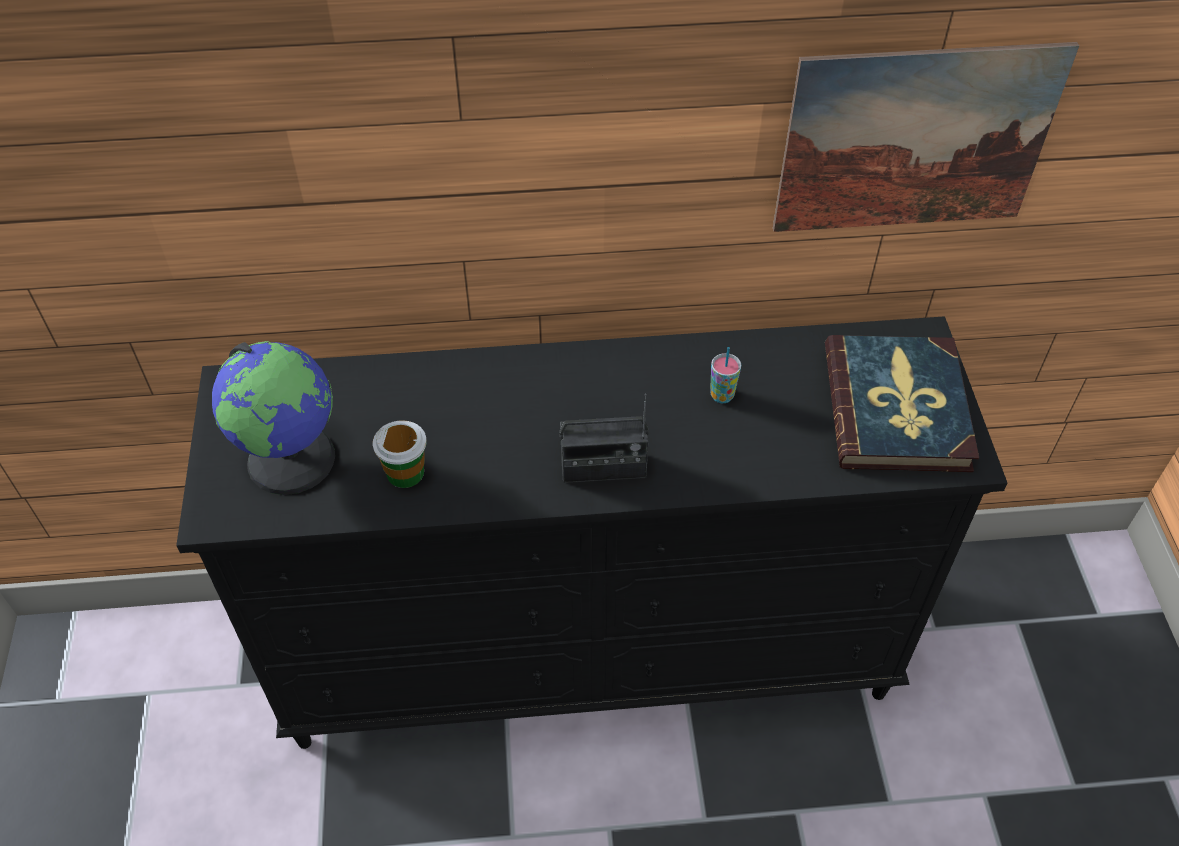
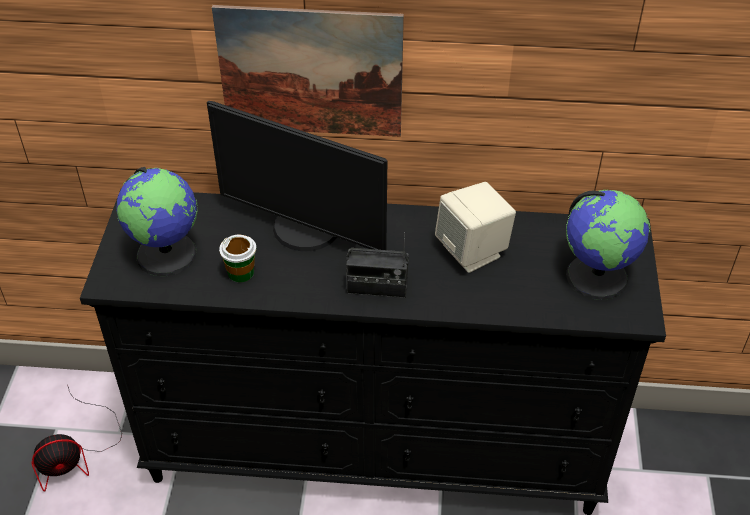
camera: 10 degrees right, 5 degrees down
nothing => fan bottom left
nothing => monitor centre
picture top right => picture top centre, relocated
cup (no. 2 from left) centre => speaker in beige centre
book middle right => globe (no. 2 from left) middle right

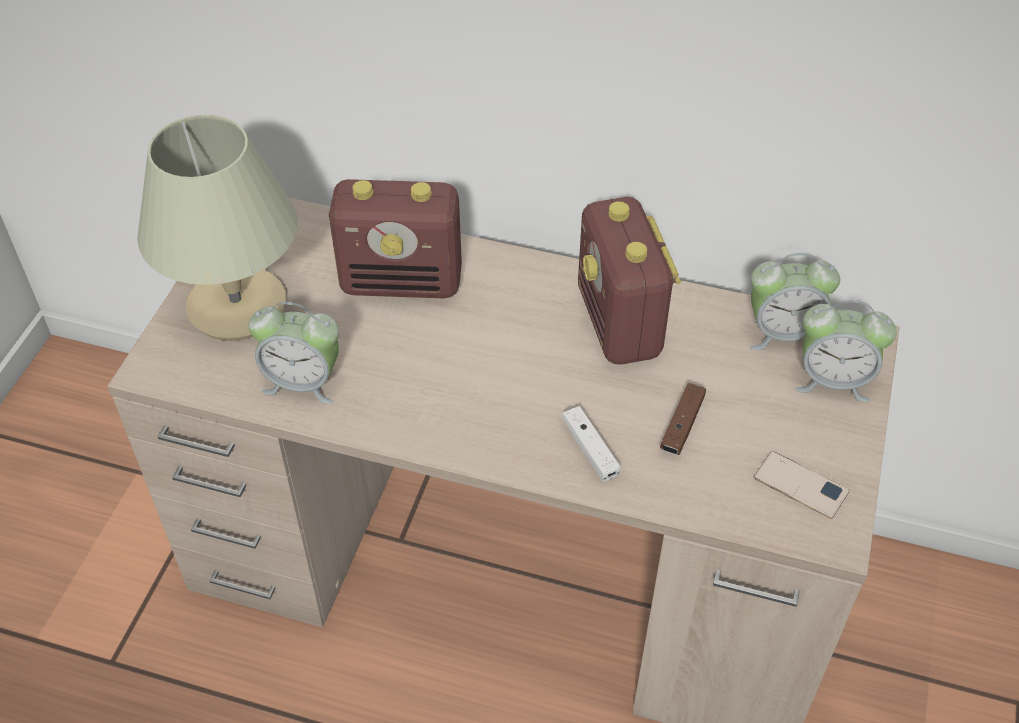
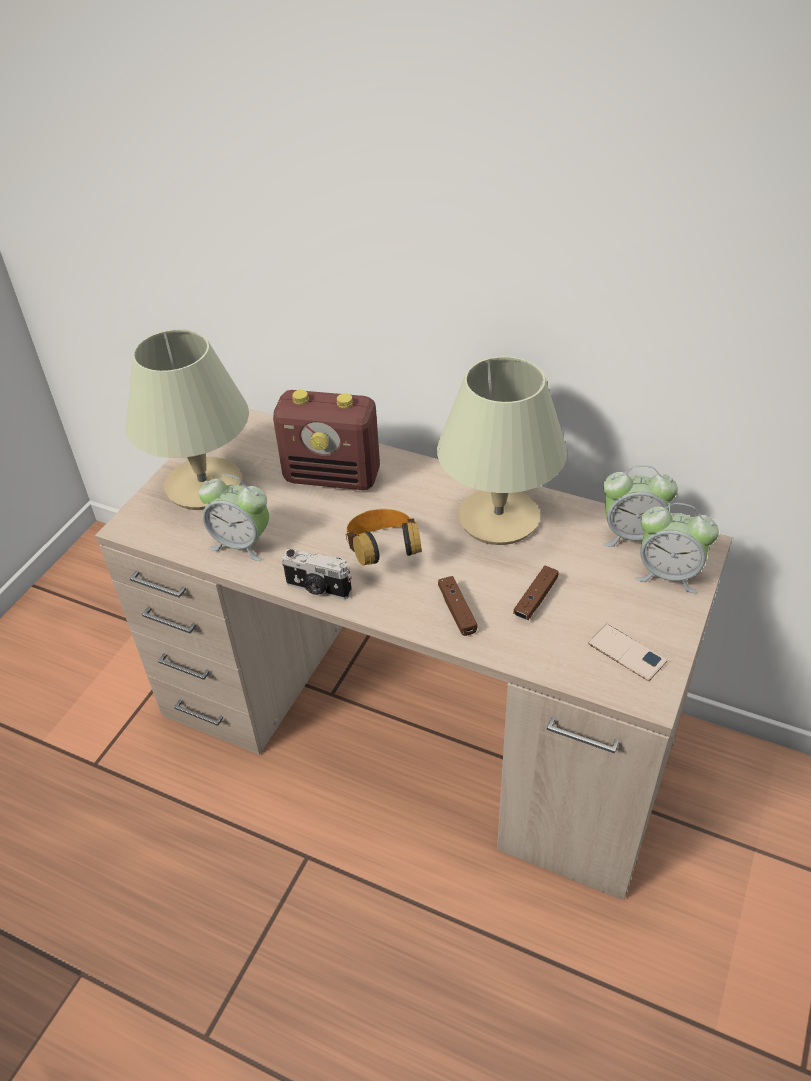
camera: 10 degrees right, 5 degrees down
nothing => photo camera centre
nothing => headphones centre
radio (no. 2 from left) centre => table lamp in beige (no. 2 from left) centre
game controller in white centre => game controller in brown (no. 1 from left) centre

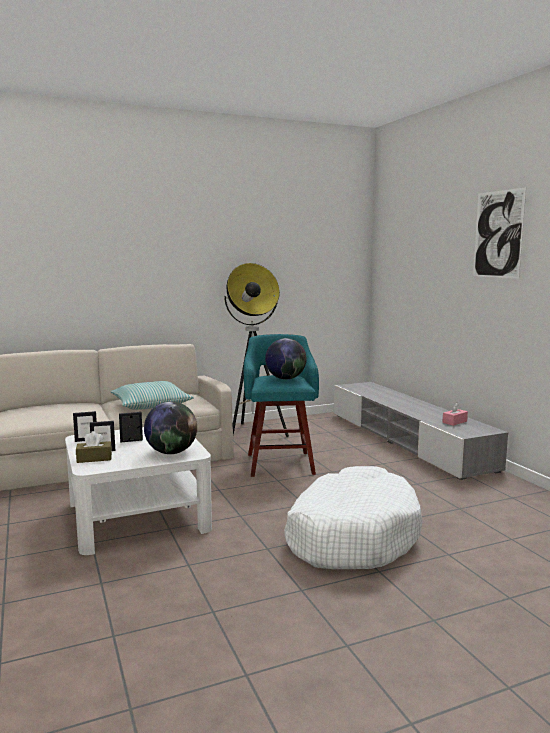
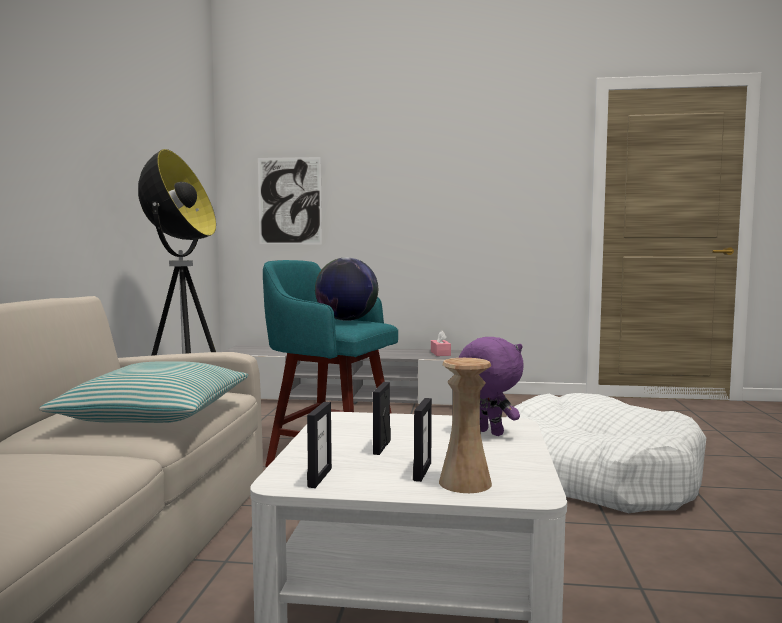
camera: 60 degrees left, 5 degrees down
picture top right => picture top centre, relocated
tissue box in brown middle left => vase in beige bottom centre
globe (no. 1 from left) middle left => plush toy in purple centre

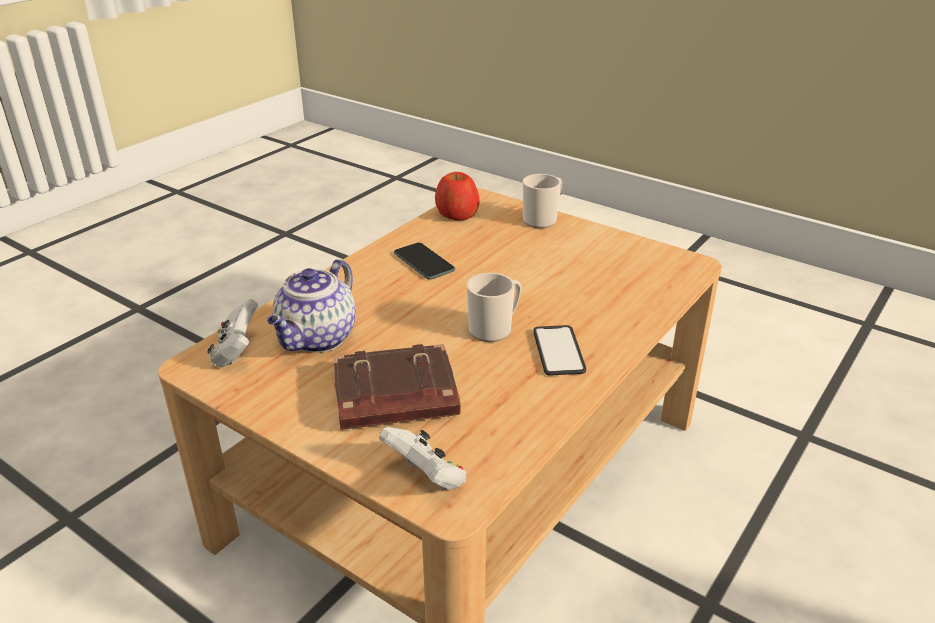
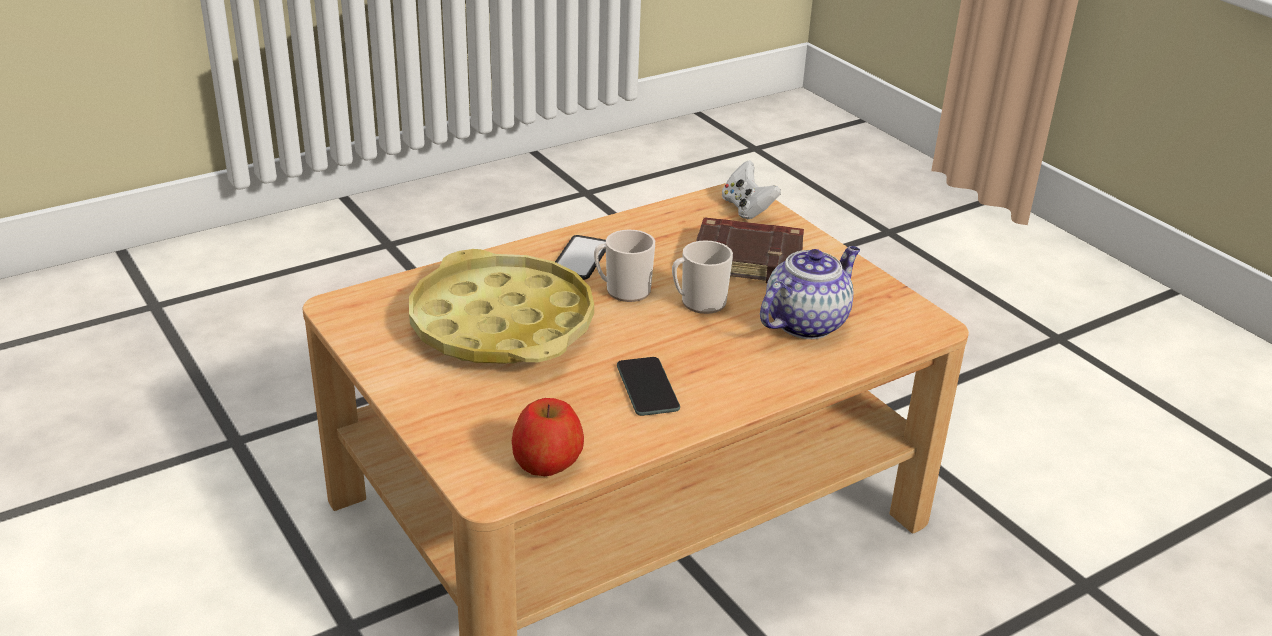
camera: 160 degrees left, 0 degrees up
game controller in white (no. 1 from left) middle left => nothing
nothing => tray in yellow centre
mug (no. 2 from left) top centre => mug (no. 2 from left) centre, relocated

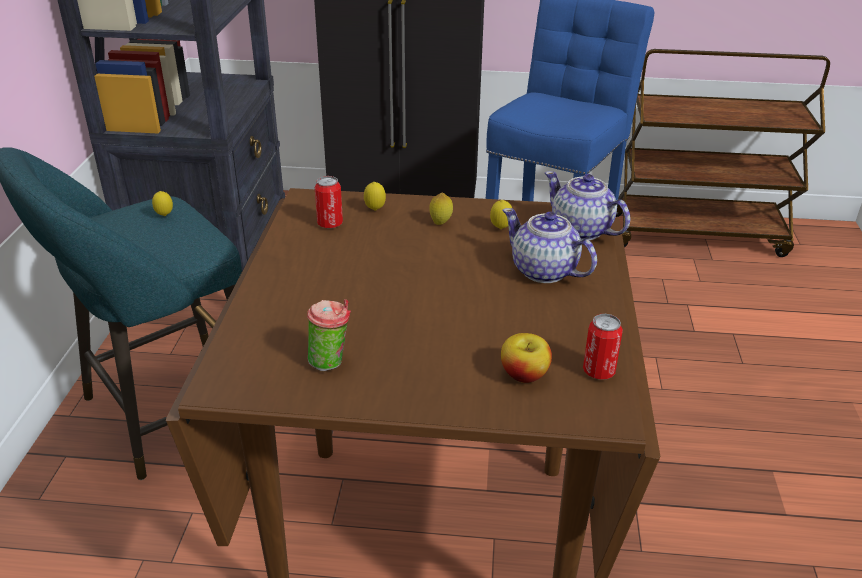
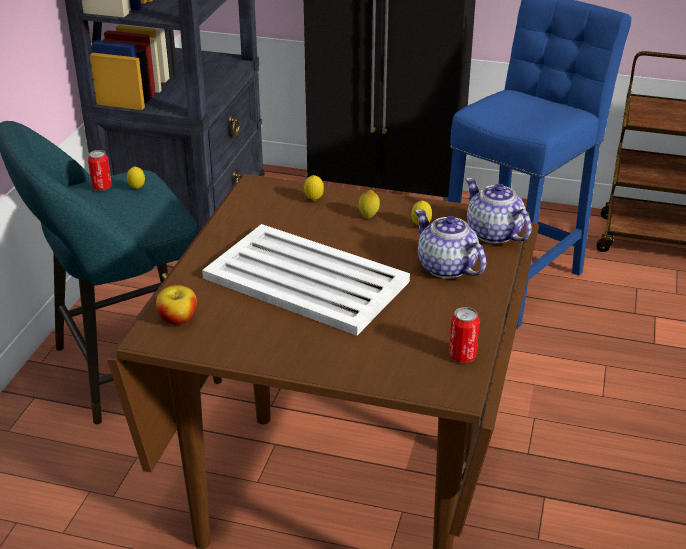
camera: 10 degrees right, 0 degrees up
cup centre => nothing
nothing => tray in white centre
can (no. 1 from left) centre => can (no. 1 from left) top left, relocated
apple centre => apple middle left, relocated

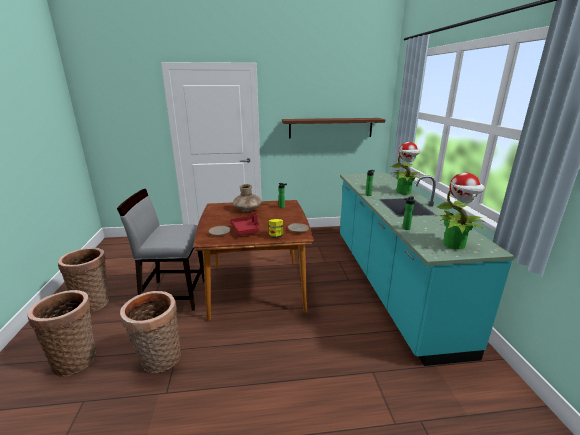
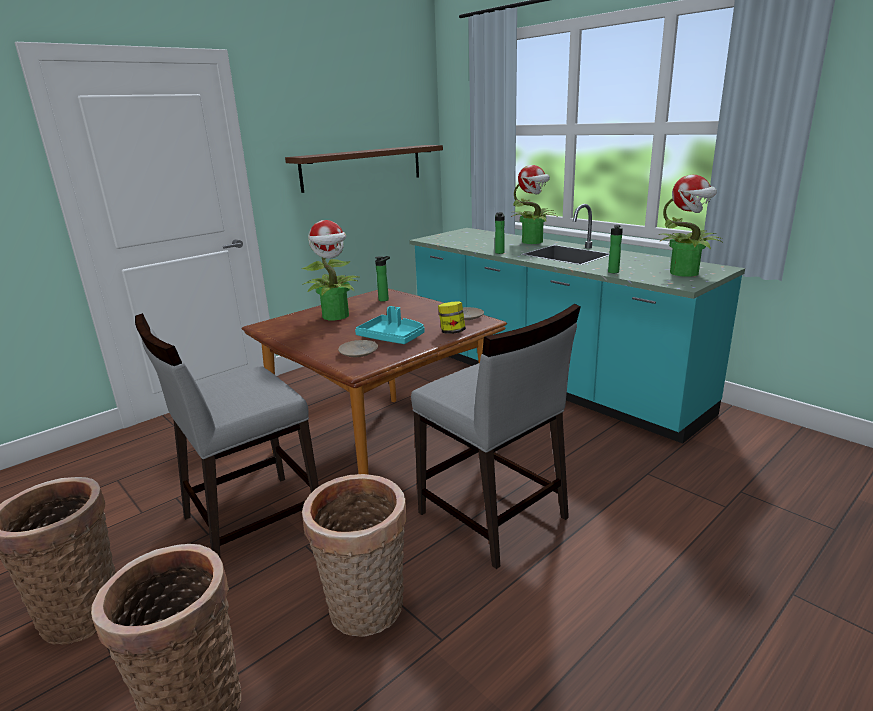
camera: 35 degrees left, 0 degrees up
nothing => chair in grey (no. 2 from left) centre
vase in brown centre => potted plant (no. 1 from left) centre
tray in red centre => tray in turquoise centre

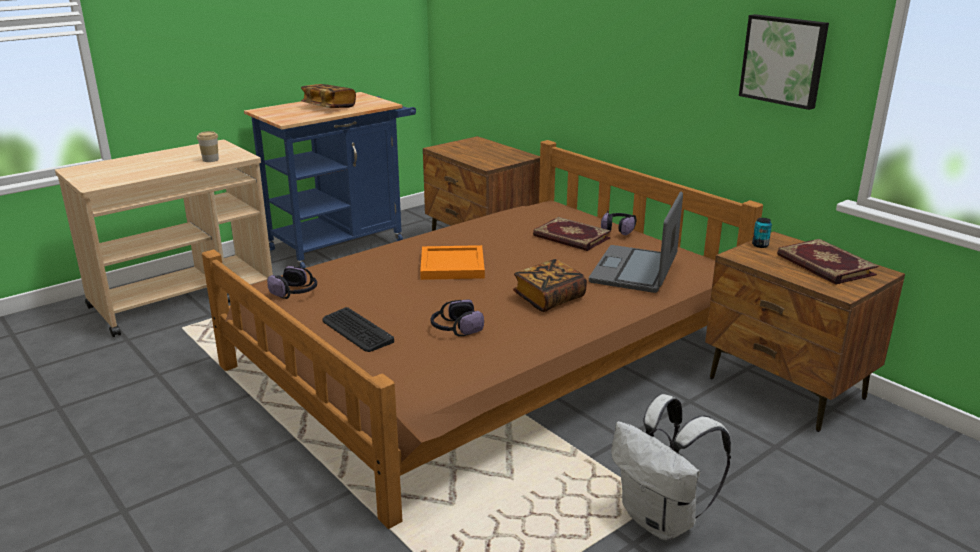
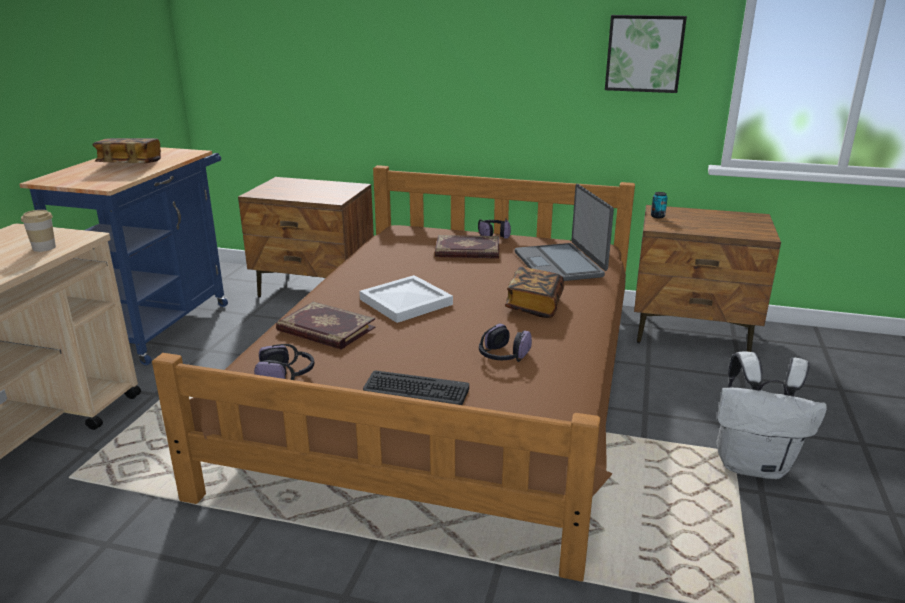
camera: 35 degrees left, 0 degrees up
book (no. 4 from left in the first image) middle right => book (no. 2 from left) centre, relocated
tray in orange centre => tray in white centre

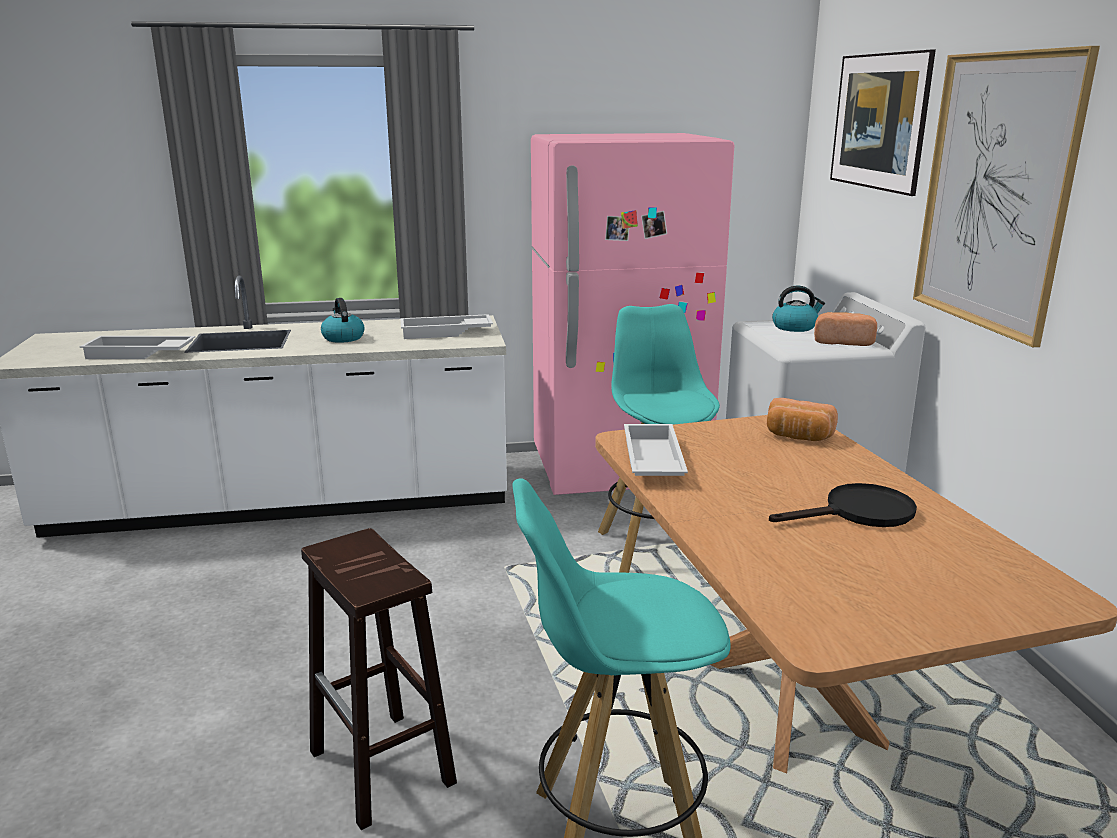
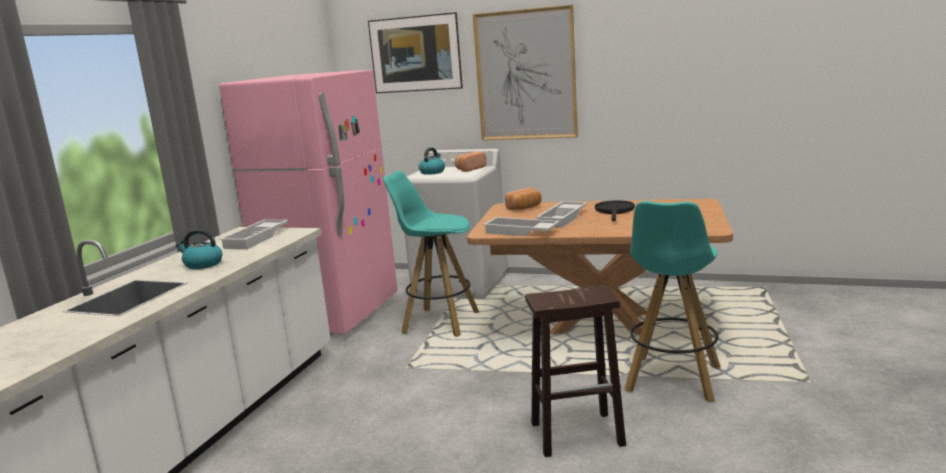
camera: 60 degrees left, 5 degrees down
tray in white (no. 1 from left in the first image) middle left => tray in white (no. 3 from left) centre, relocated

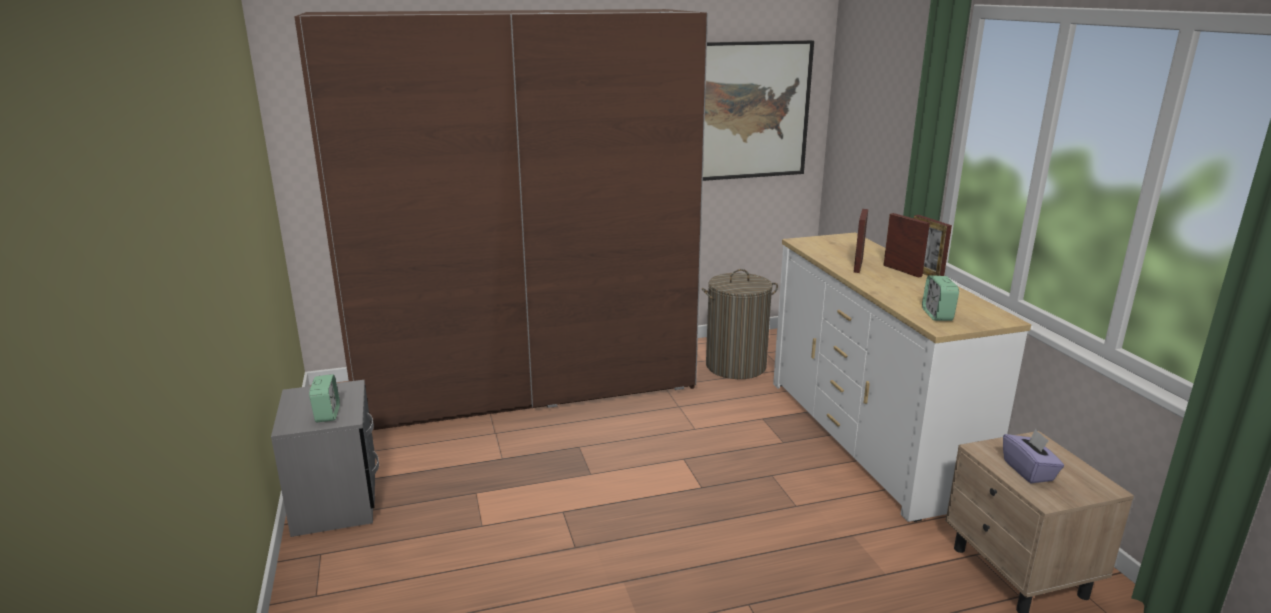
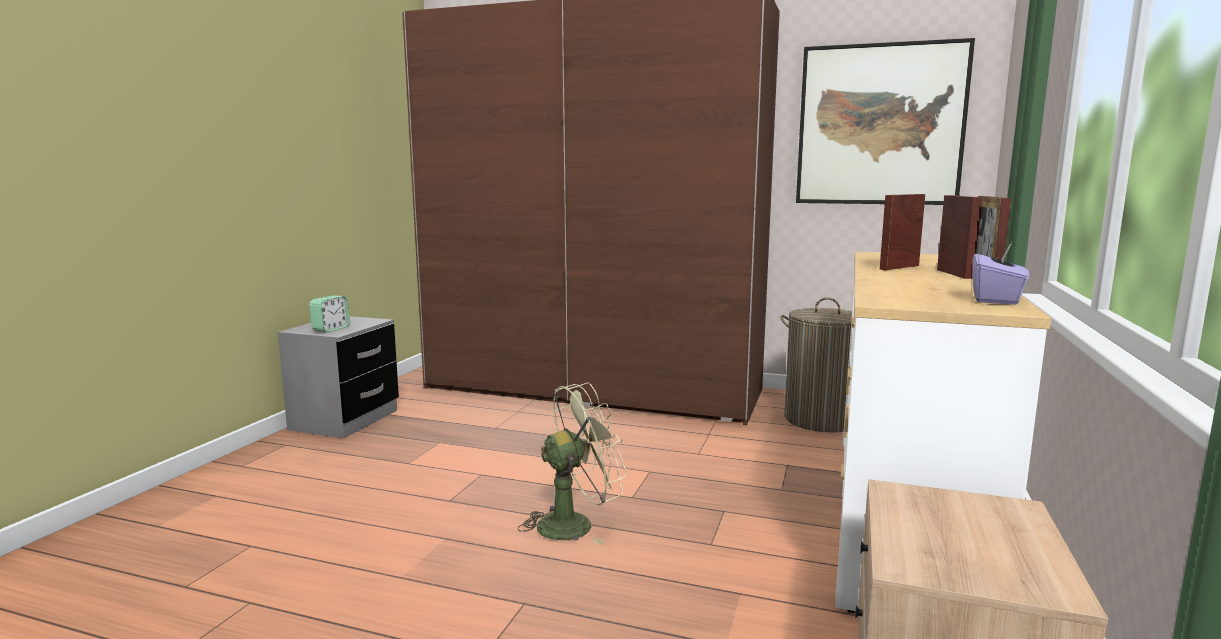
camera: 35 degrees right, 10 degrees down
alarm clock (no. 2 from left) middle right => nothing
nothing => fan in green bottom centre
tissue box in purple bottom right => tissue box in purple middle right, relocated

